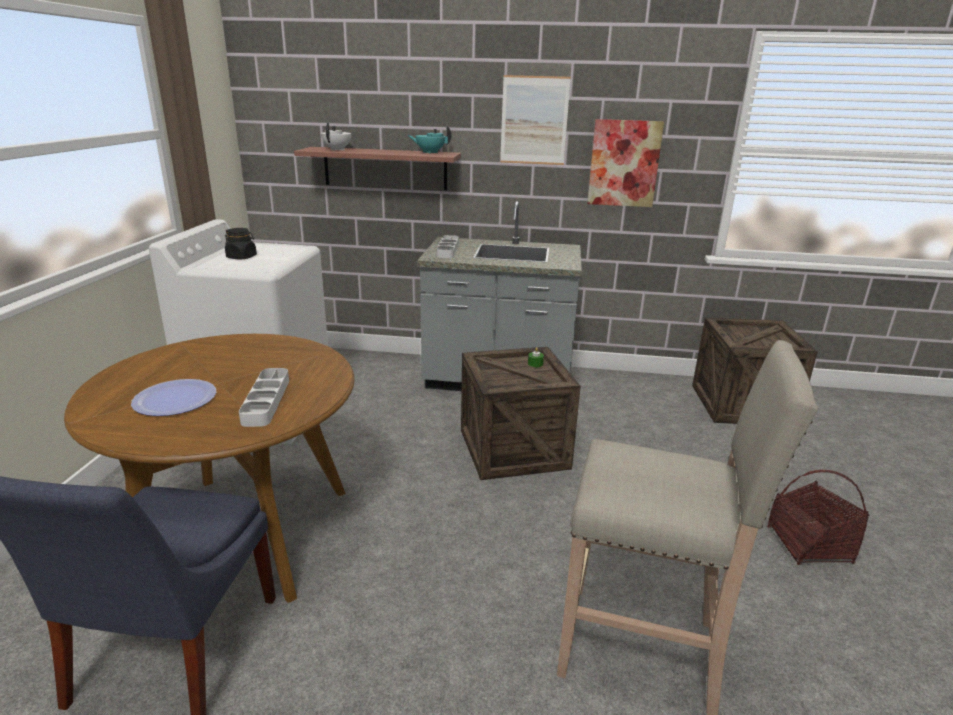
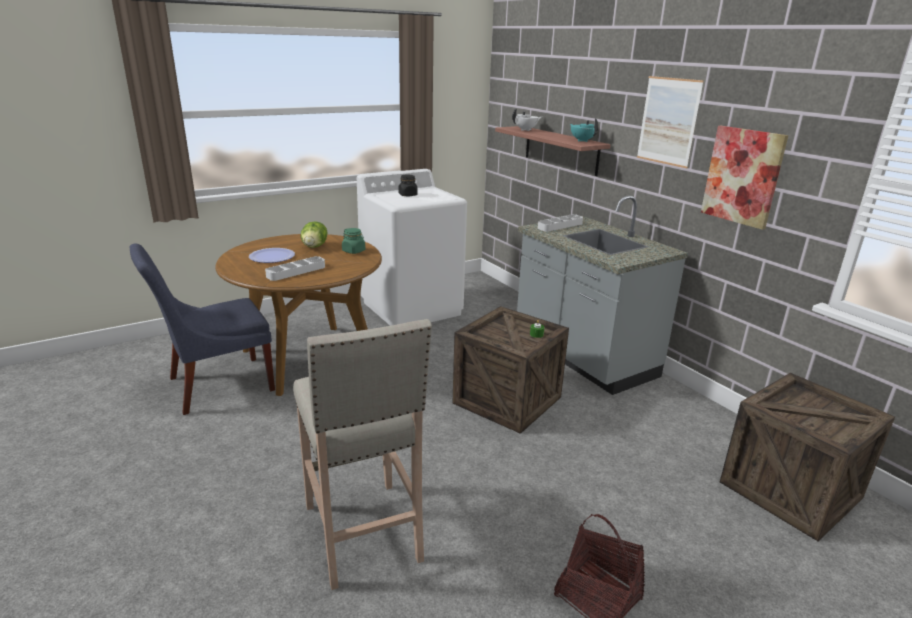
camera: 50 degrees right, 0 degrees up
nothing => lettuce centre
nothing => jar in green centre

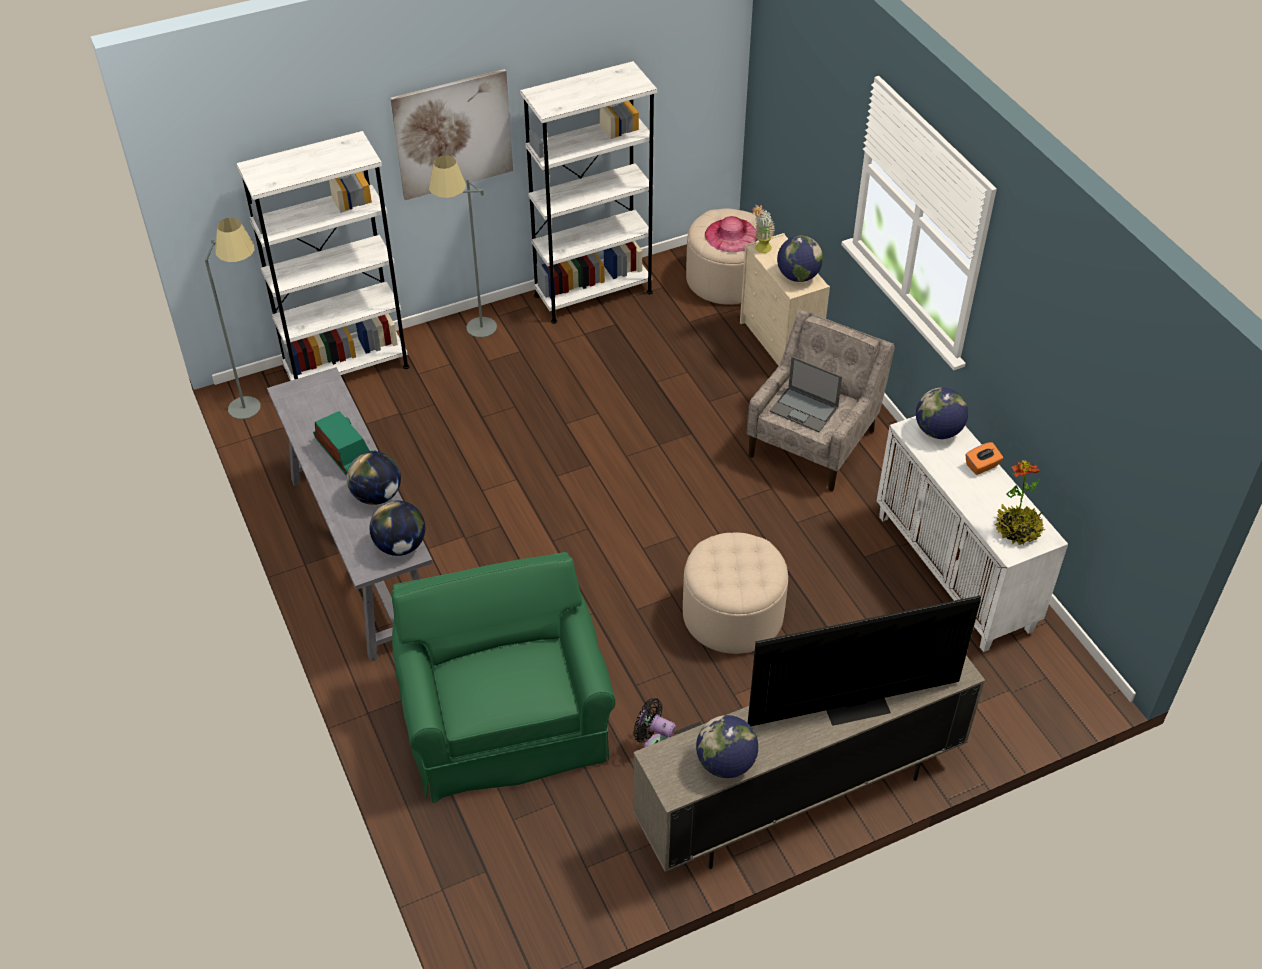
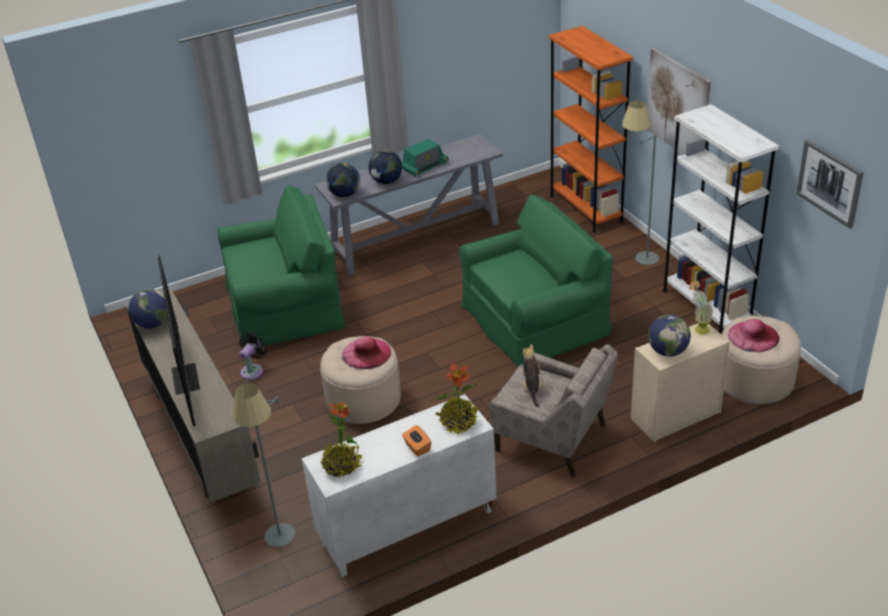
camera: 90 degrees right, 10 degrees down
nothing => hat in pink (no. 1 from left) centre
nothing => armchair in green (no. 2 from left) centre
nothing => picture (no. 2 from left) top right
floor lamp in grey (no. 1 from left) top left => floor lamp in grey (no. 1 from left) bottom left, relocated
laptop centre => plush toy centre
globe (no. 5 from left) middle right => potted plant (no. 2 from left) centre
bookcase in white (no. 1 from left) top left => bookcase in orange top centre

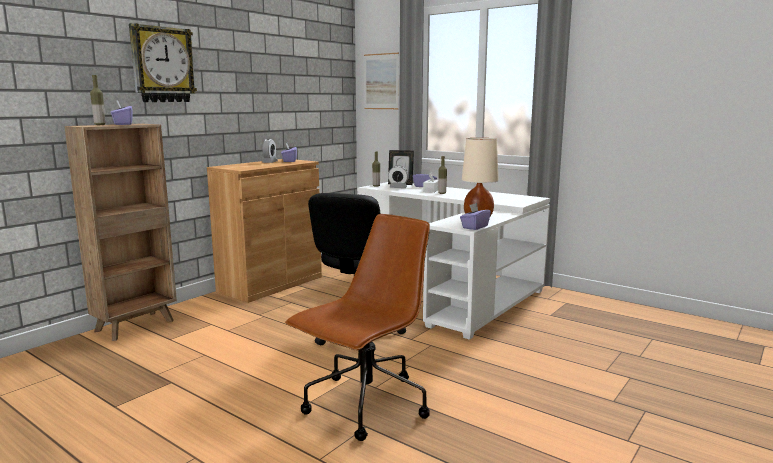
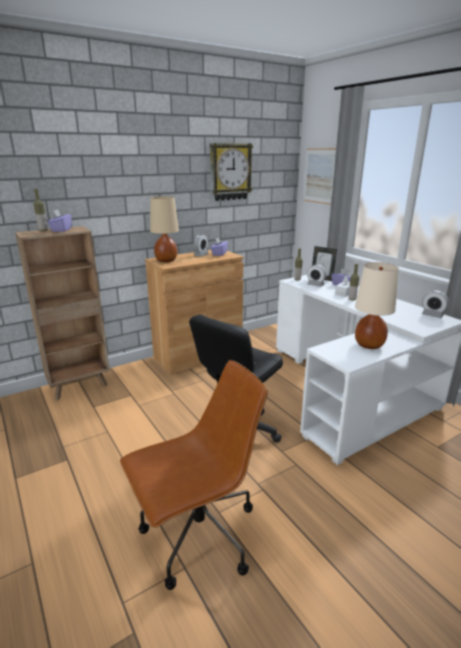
camera: 20 degrees right, 10 degrees up
tissue box in purple (no. 4 from left) centre => nothing
nothing => table lamp in beige (no. 1 from left) centre
nothing => alarm clock (no. 3 from left) middle right
wall clock top left => wall clock top centre, relocated

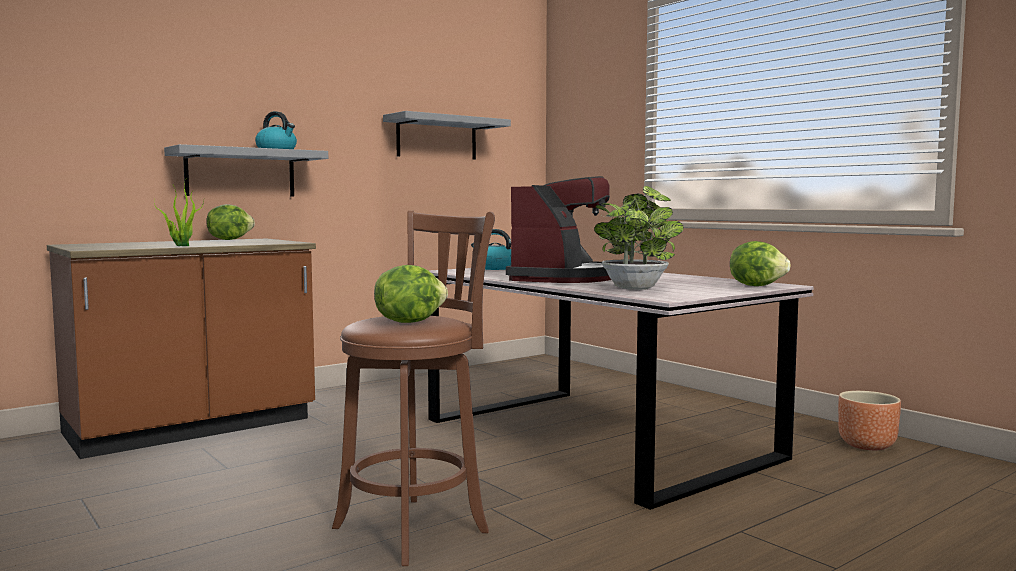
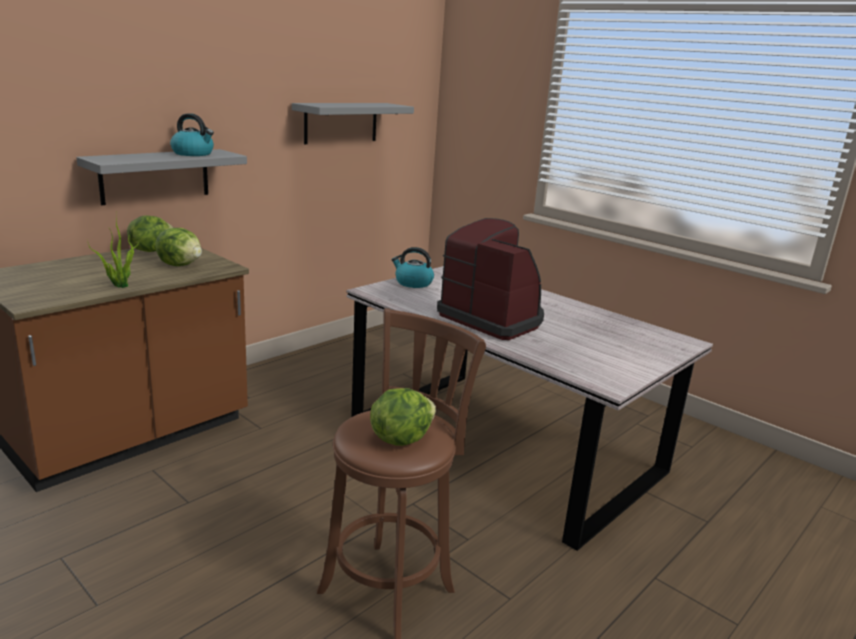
camera: 10 degrees left, 15 degrees up
potted plant (no. 2 from left) centre => nothing
planter in brown bottom right => nothing
lettuce (no. 3 from left in the first image) middle right => lettuce (no. 2 from left) middle left, relocated
coffee machine centre, 60 degrees counterclockwise

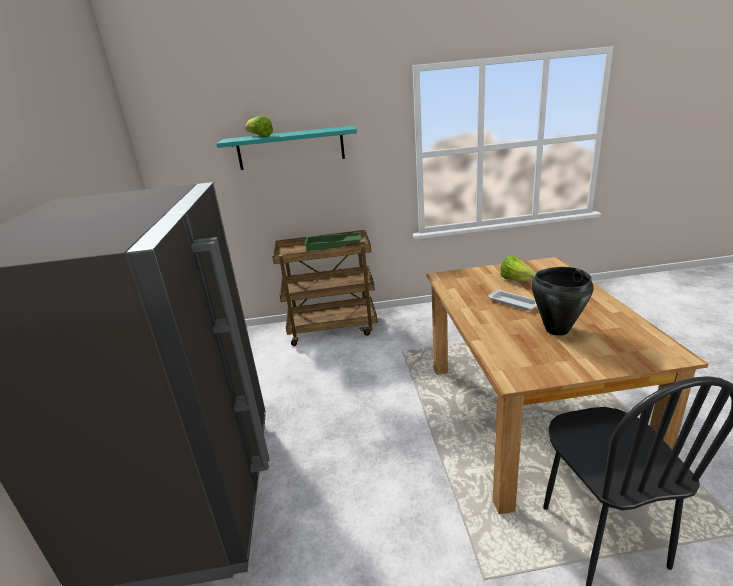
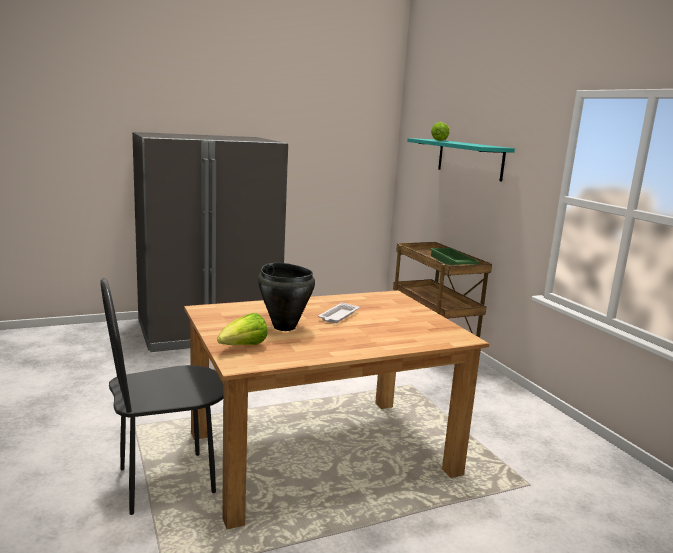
camera: 70 degrees right, 10 degrees down
lettuce (no. 2 from left in the first image) middle right => lettuce (no. 1 from left) centre, relocated

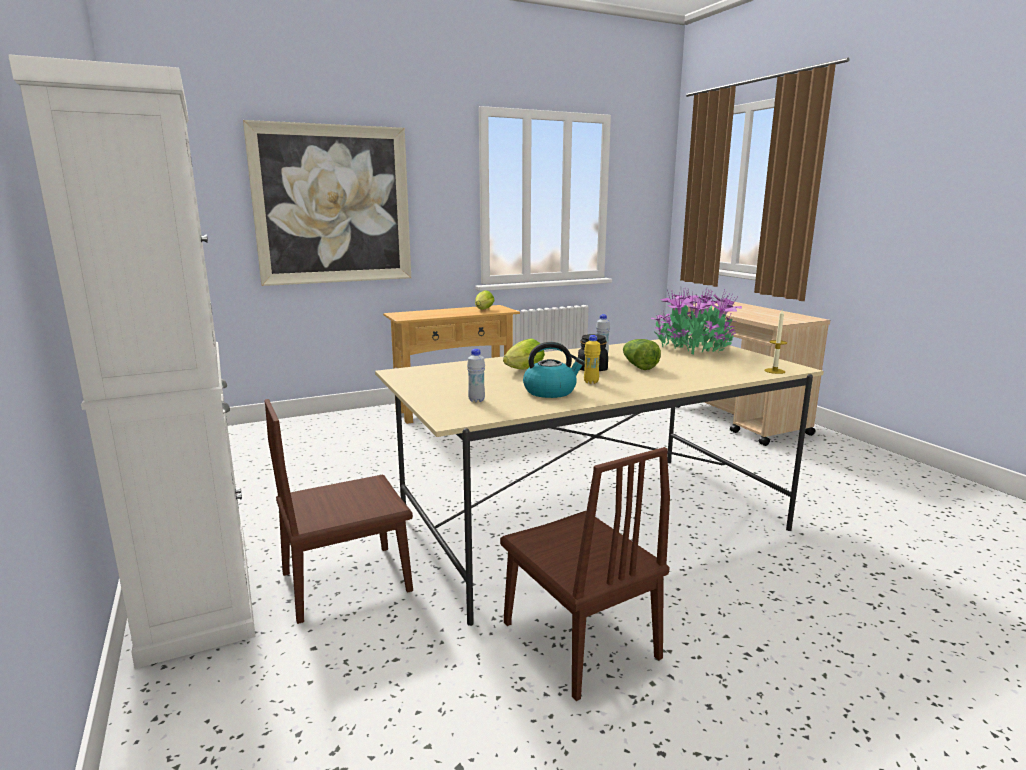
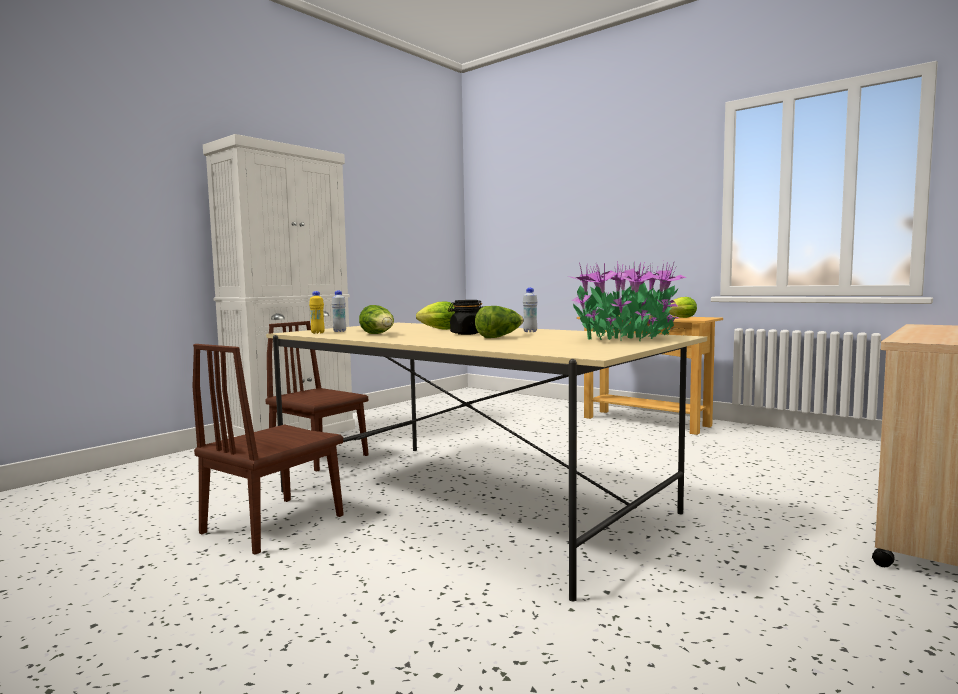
camera: 65 degrees right, 10 degrees down
picture top left => nothing
candle middle right => nothing
bottle in yellow centre => bottle in yellow middle left, relocated
kettle centre => lettuce (no. 1 from left) centre

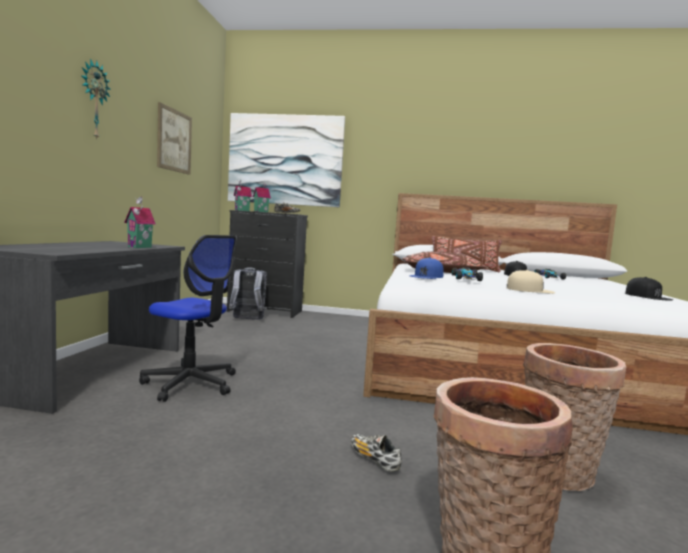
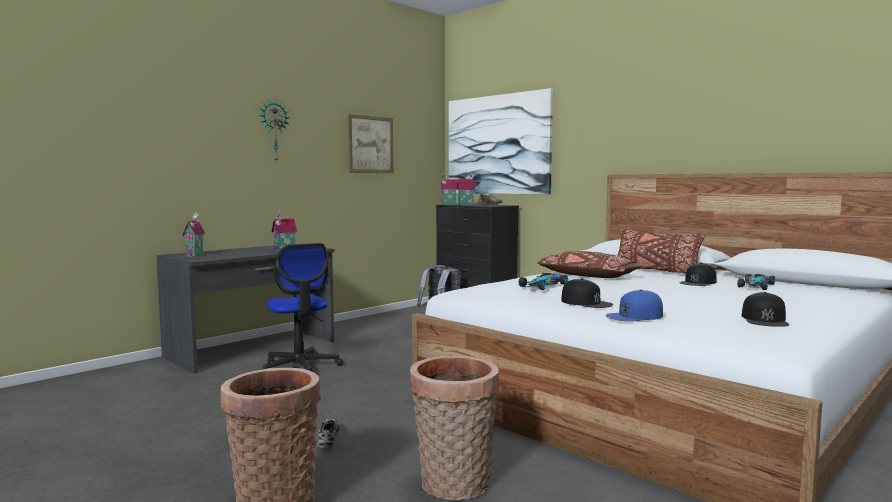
camera: 35 degrees right, 0 degrees up
nothing => toy house (no. 1 from left) middle left
cap in blue centre => cap in blue middle right, relocated
cap in beige middle right => cap in black (no. 1 from left) centre

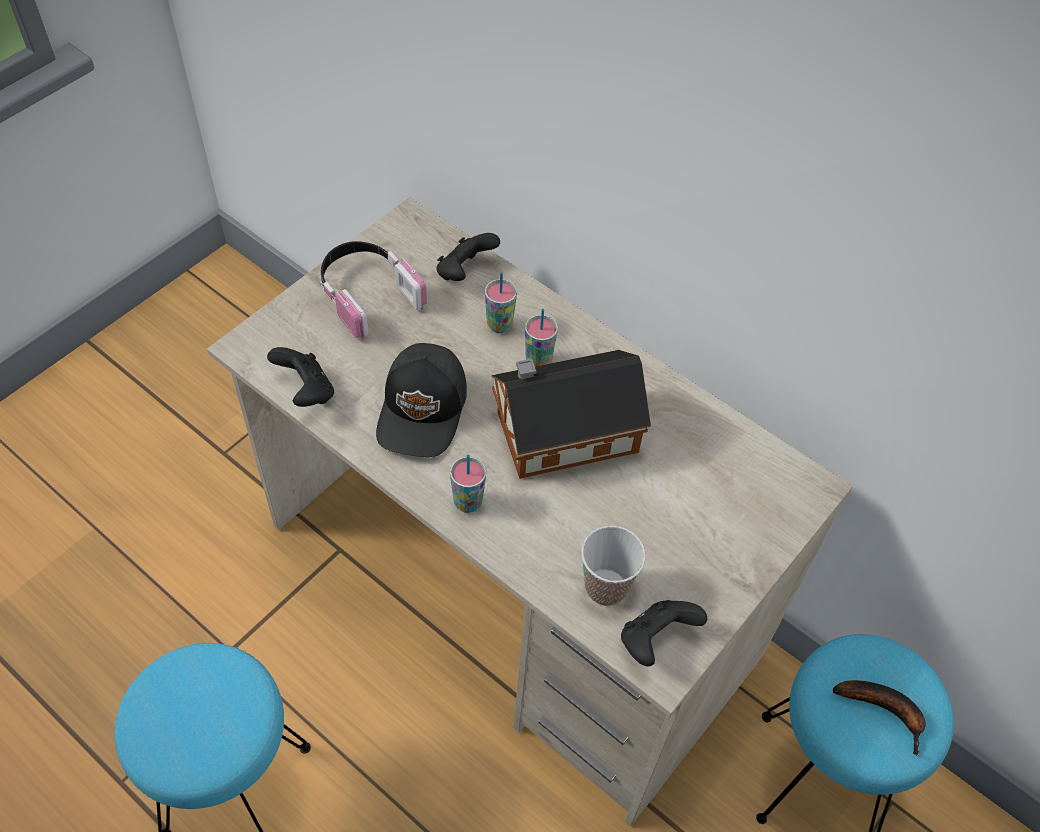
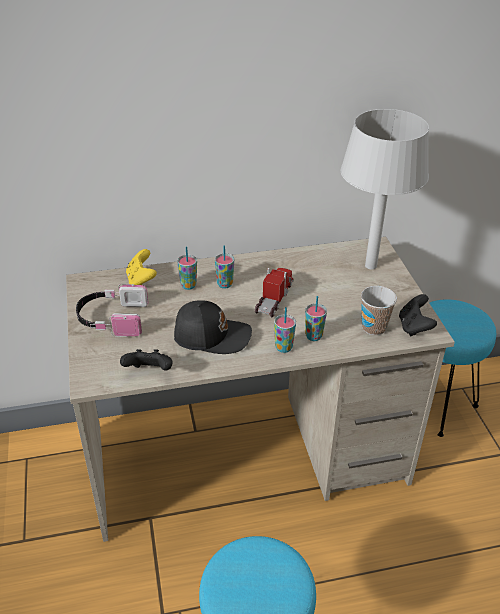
camera: 50 degrees left, 15 degrees down
banana bottom right => nothing
nothing => cup (no. 4 from left) centre
nothing => table lamp in grey top right
toy house centre => toy truck centre
game controller in black (no. 2 from left) top centre => game controller in yellow middle left
cap in black centre, 45 degrees counterclockwise

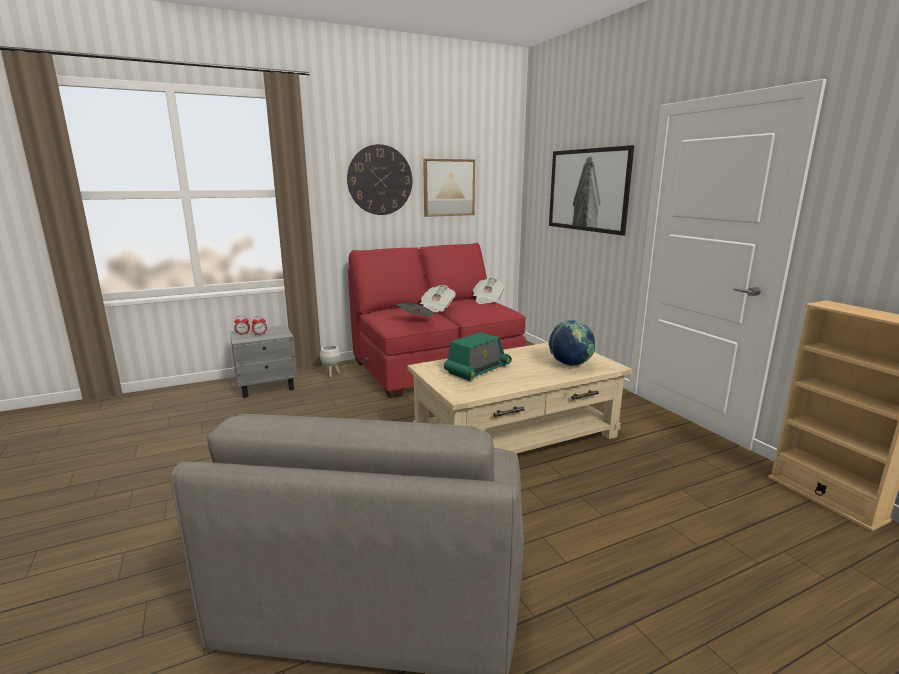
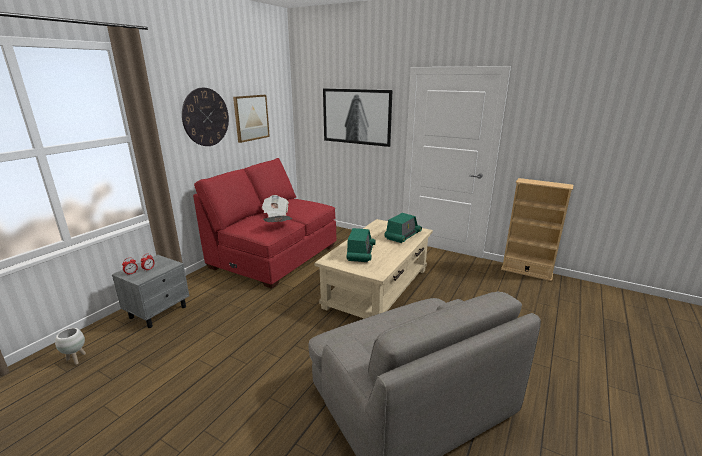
camera: 35 degrees left, 5 degrees up
newspaper (no. 3 from left) centre => nothing
planter in white centre => planter in white bottom left, relocated
globe centre => radio (no. 2 from left) centre

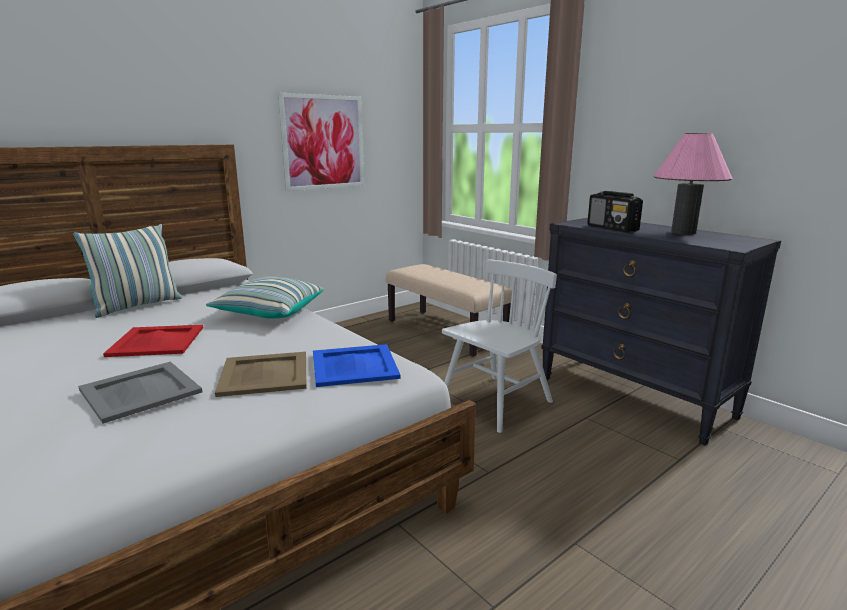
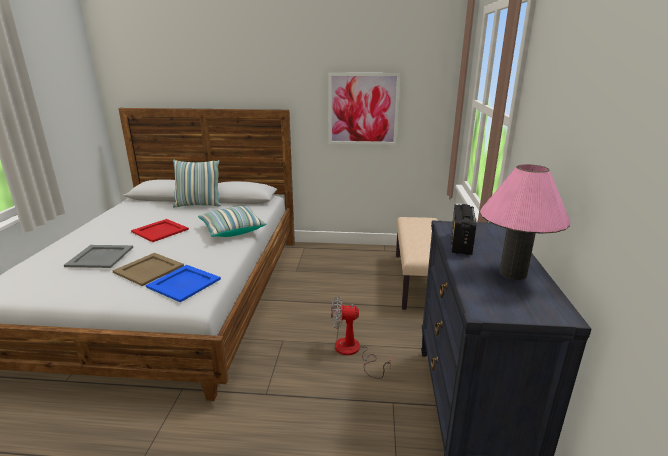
camera: 45 degrees right, 5 degrees up
chair in white centre => fan bottom centre

